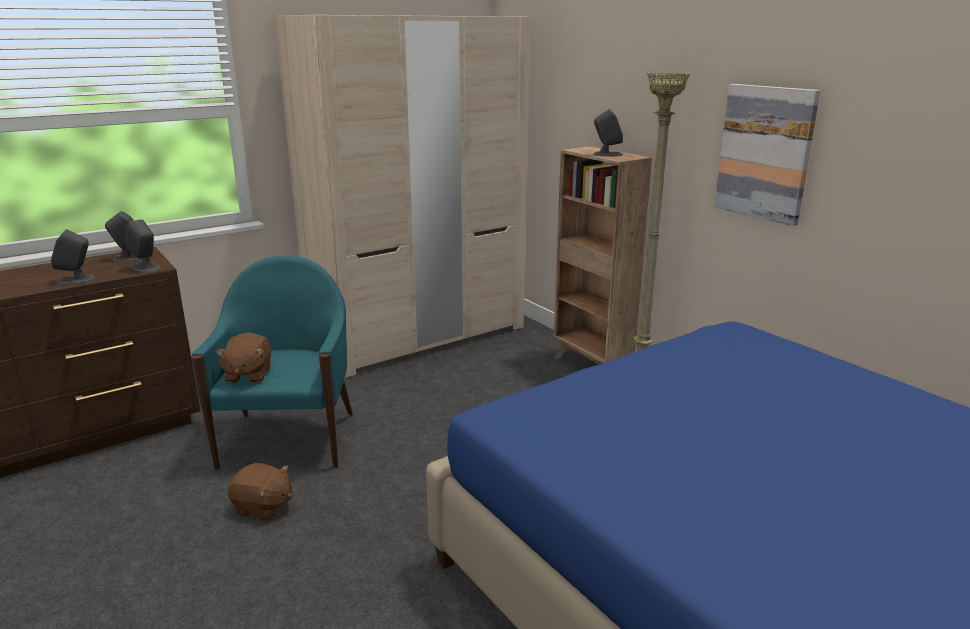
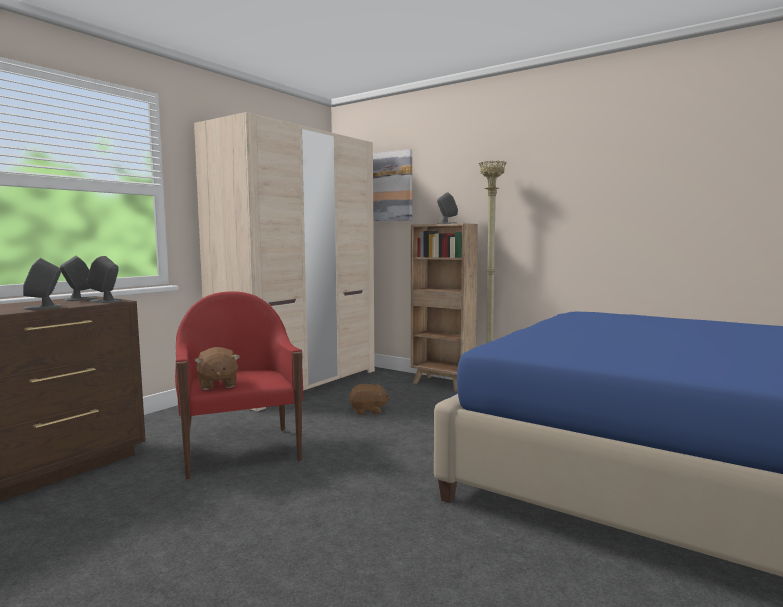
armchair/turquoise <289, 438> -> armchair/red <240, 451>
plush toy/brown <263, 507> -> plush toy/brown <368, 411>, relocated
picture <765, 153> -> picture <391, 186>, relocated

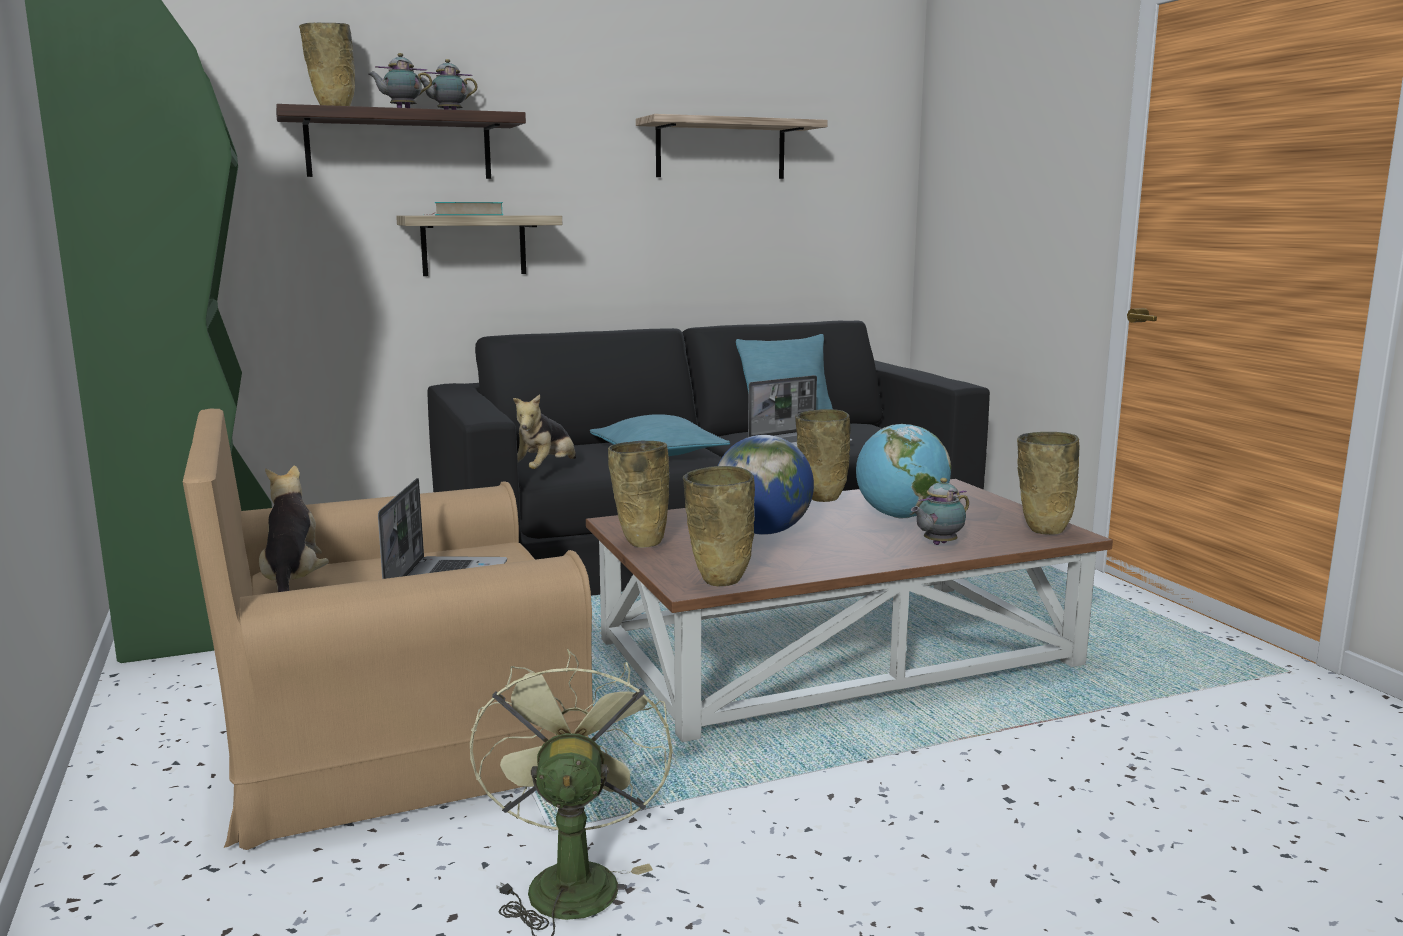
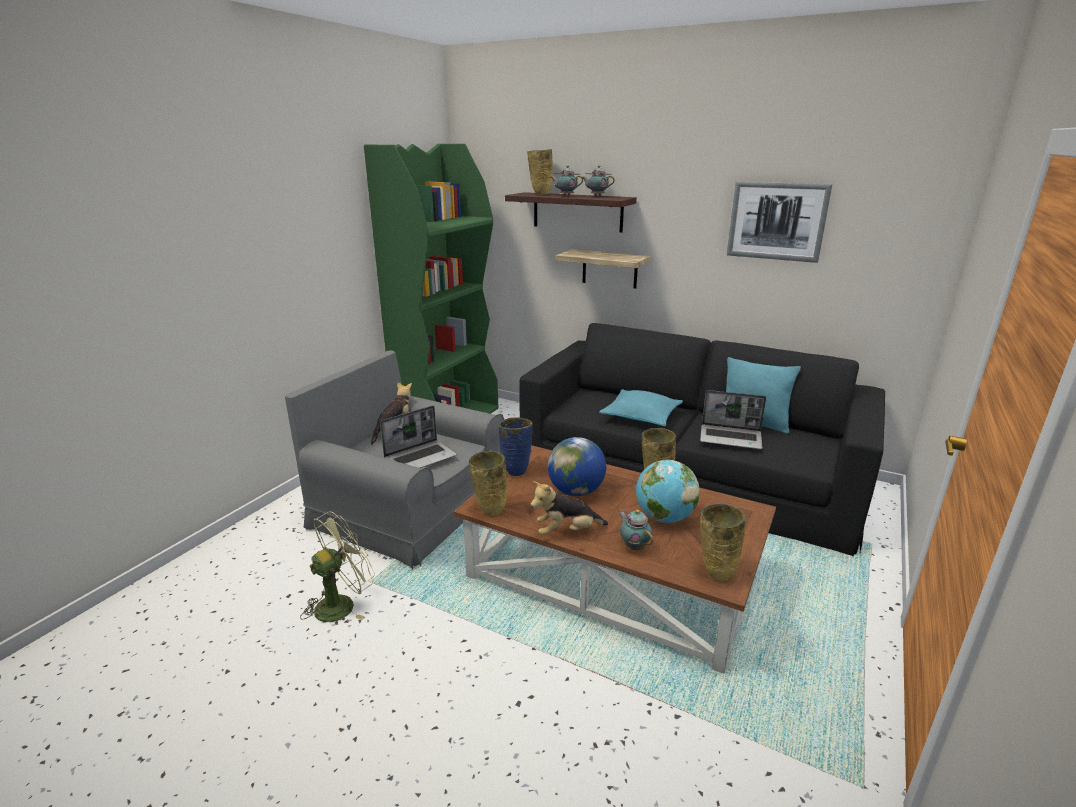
armchair/brown <398, 726> -> armchair/grey <410, 506>
book/turquoise <469, 215> -> none
plush toy <545, 470> -> plush toy <567, 531>, relocated
vase/beige <640, 542> -> vase/blue <516, 471>
shelf <721, 149> -> picture <776, 221>
teapot <937, 544> -> teapot <634, 546>, 45 degrees clockwise

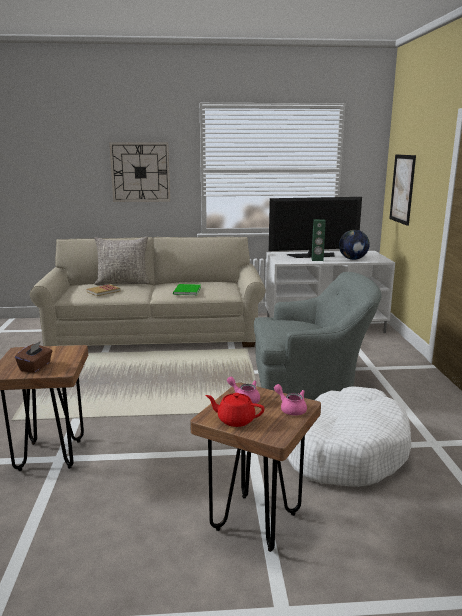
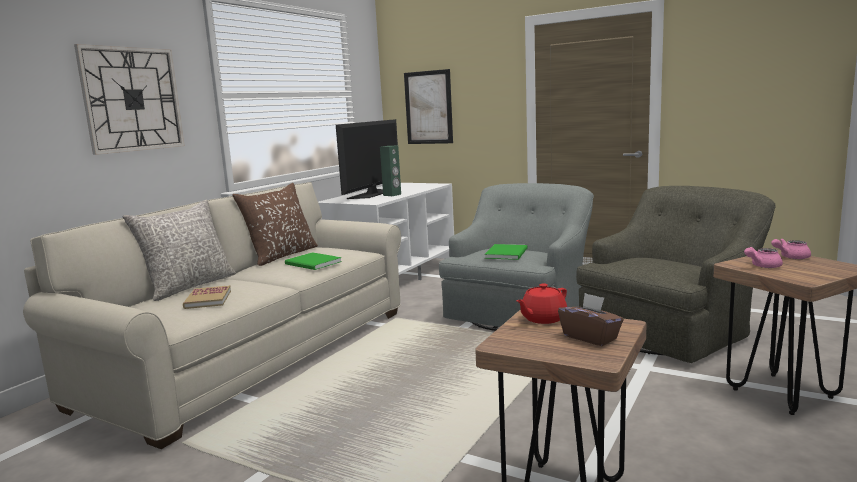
teapot/red <235, 420> -> teapot/red <542, 319>, relocated
dog bed/white <345, 450> -> armchair/green <670, 331>
globe <353, 259> -> none
none -> pillow/brown <281, 255>
none -> book/green <508, 253>

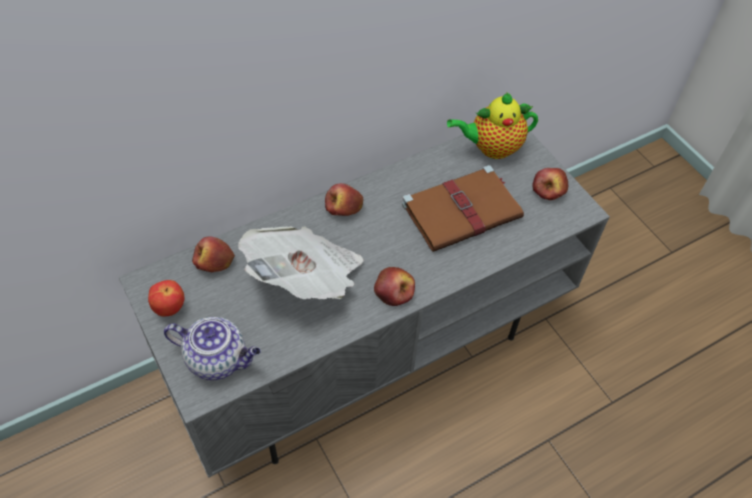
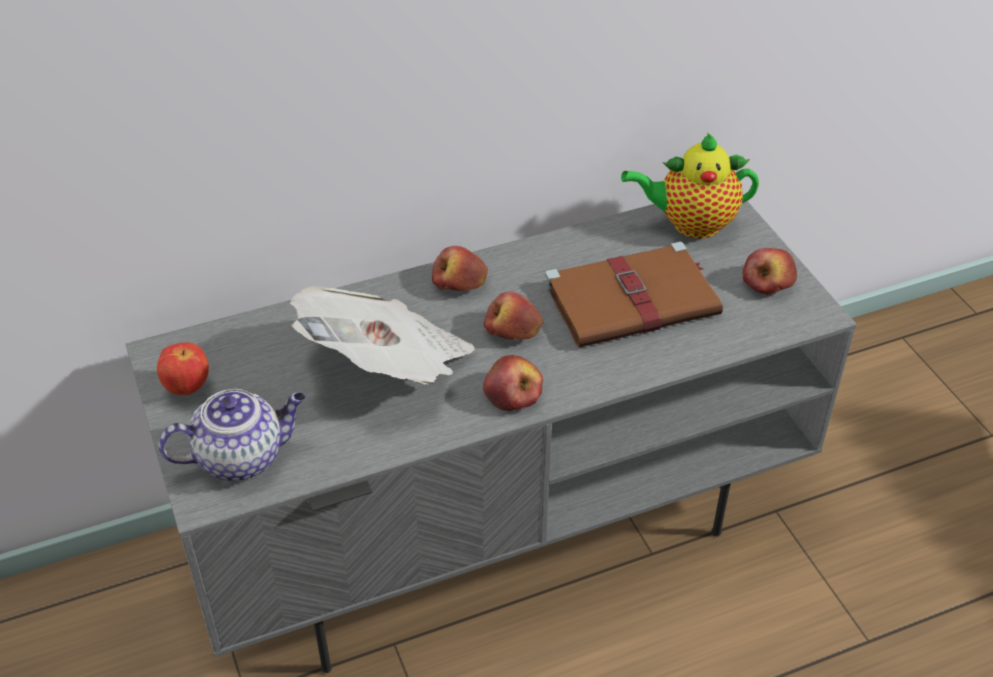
teapot <218, 359> -> teapot <242, 457>, 45 degrees counterclockwise
apple <214, 261> -> apple <512, 330>, relocated

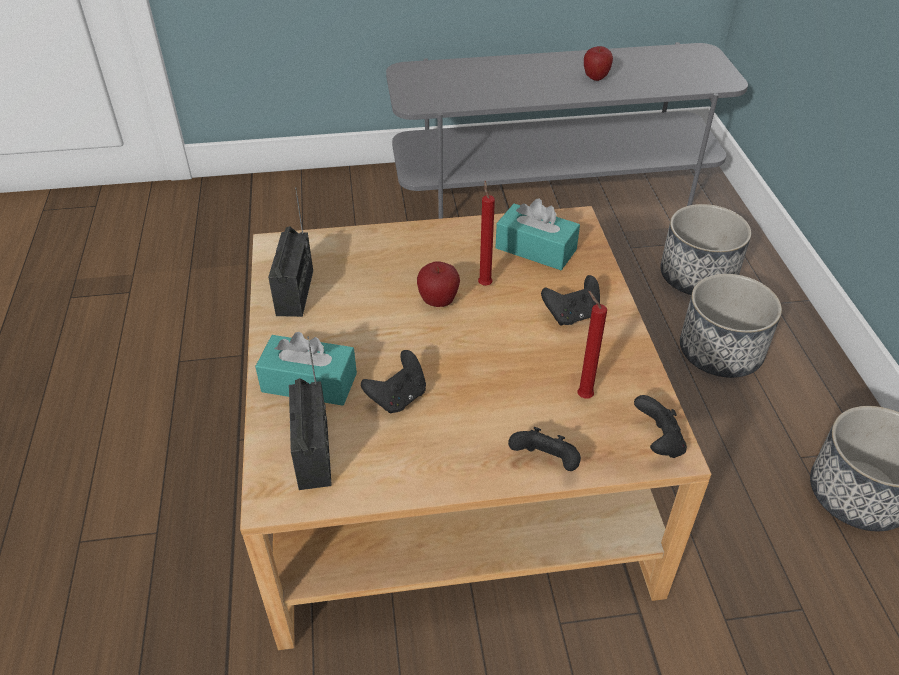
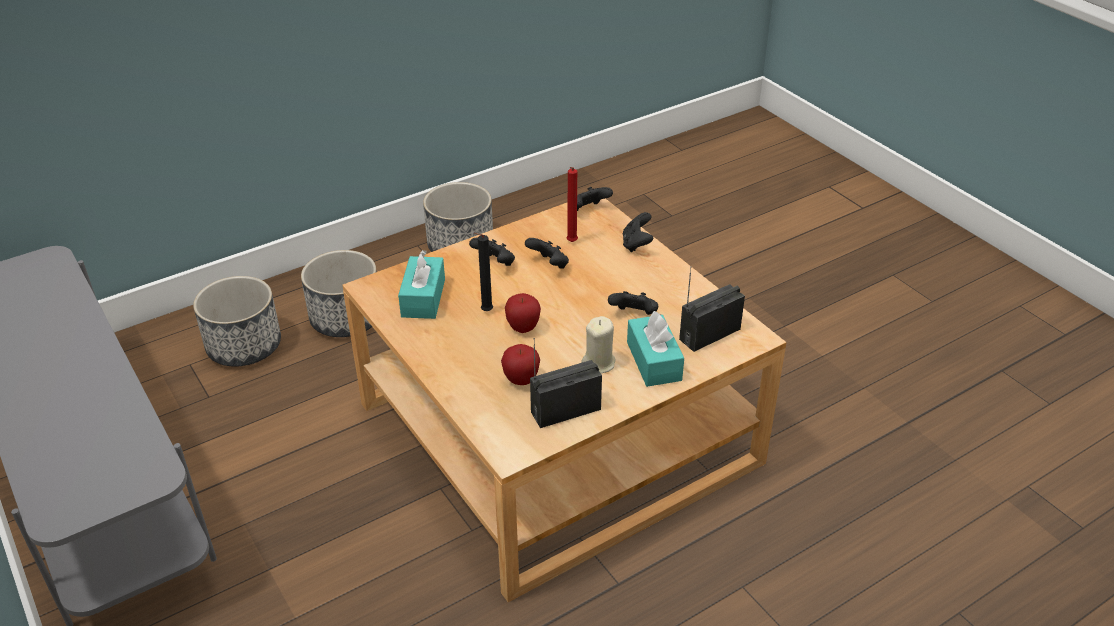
candle/red <484, 283> -> candle/black <485, 312>
apple <595, 78> -> apple <521, 380>, relocated
none -> game controller/black <549, 265>
none -> candle/beige <599, 363>

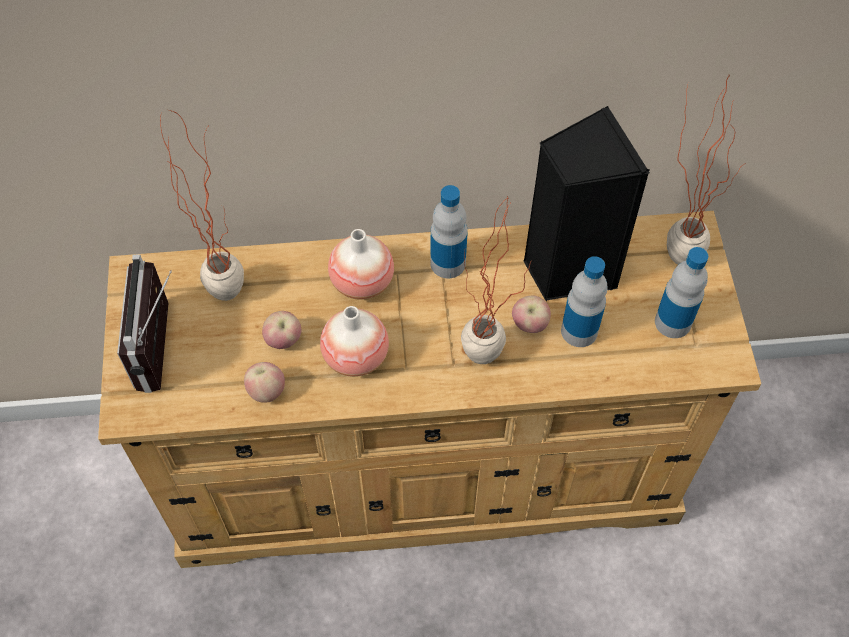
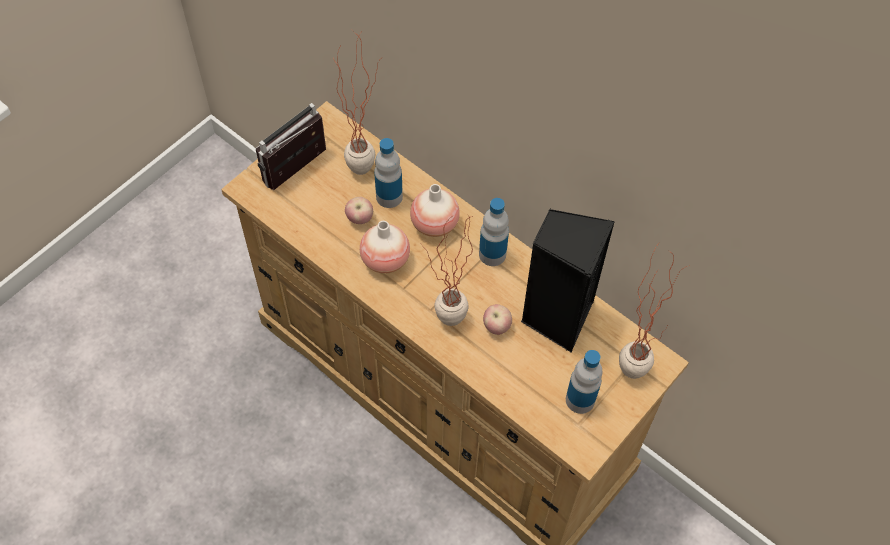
apple <267, 391> -> none
bottle <579, 331> -> bottle <389, 197>, relocated

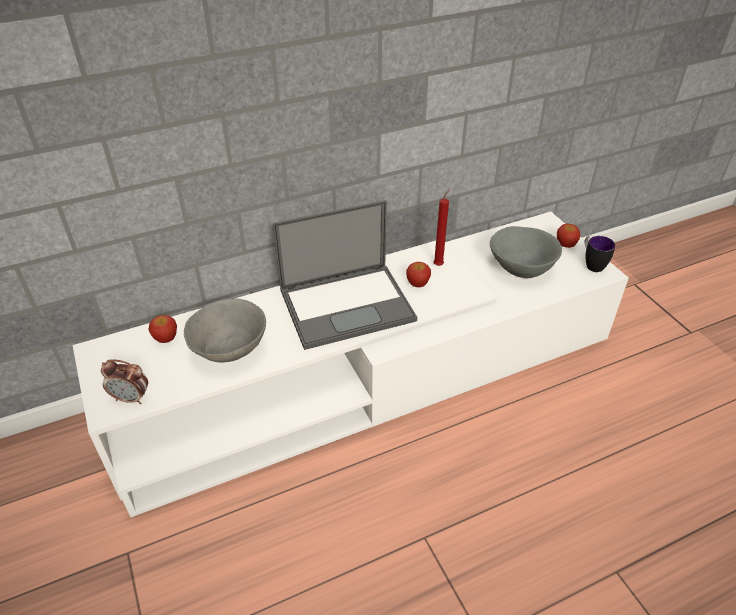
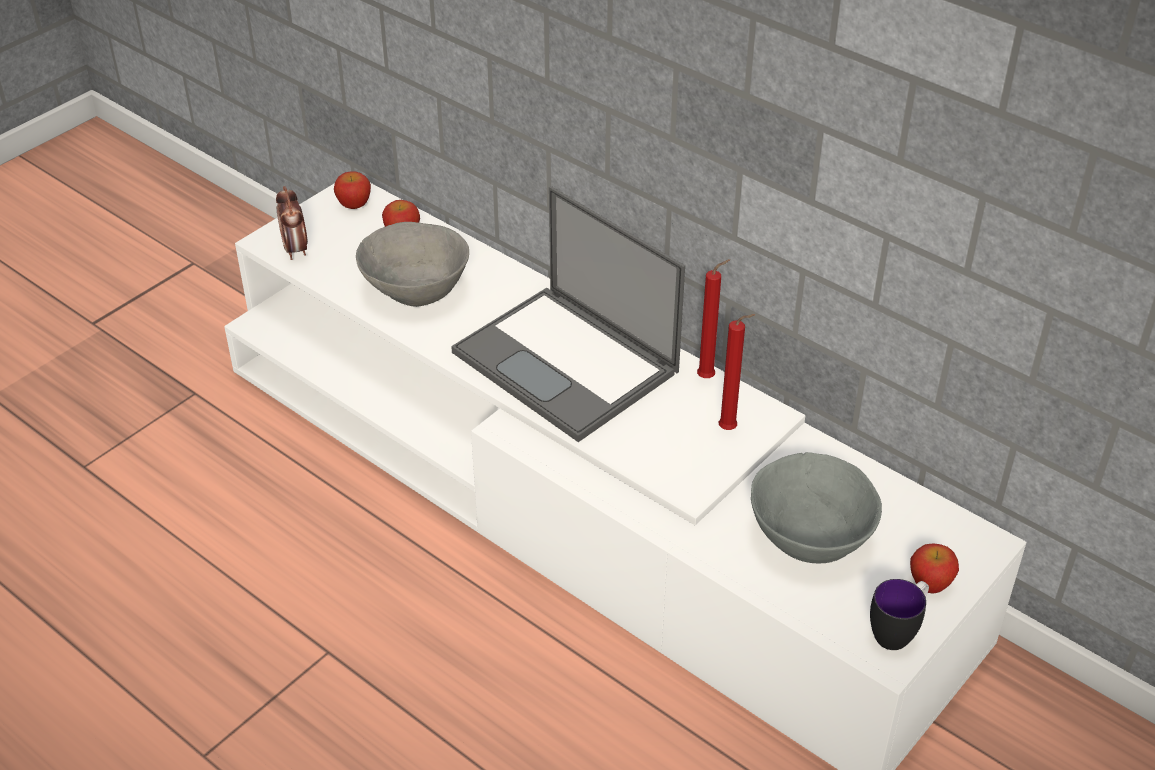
apple <417, 284> -> apple <354, 204>, relocated
none -> candle/red <708, 377>

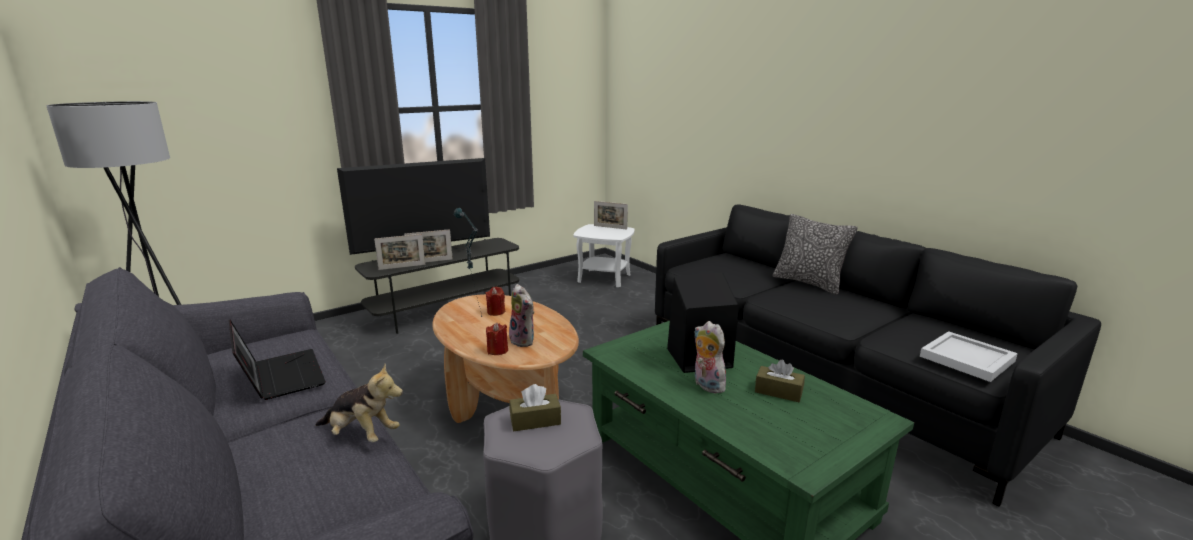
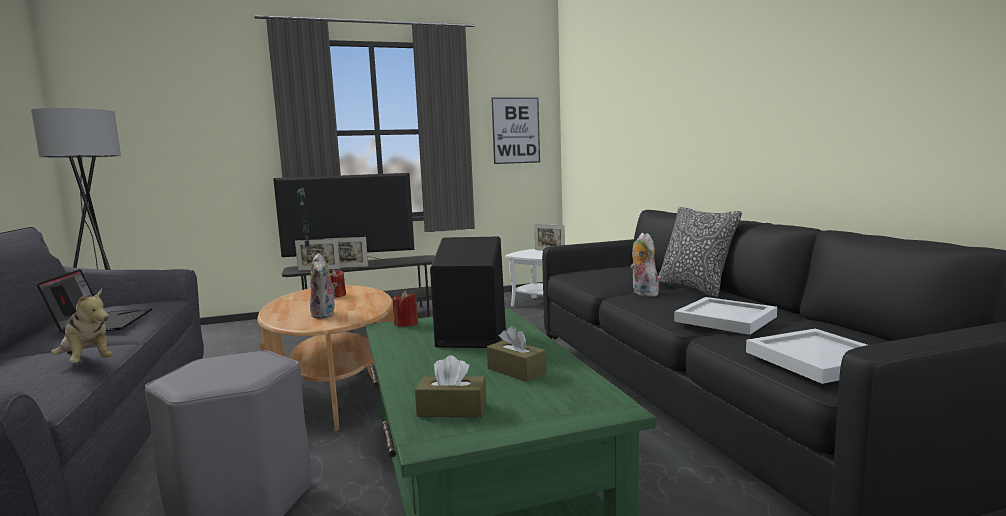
candle/red <497, 351> -> candle/red <406, 324>, relocated
tissue box/brown <535, 421> -> tissue box/brown <452, 409>, relocated
plush toy <706, 385> -> plush toy <642, 293>, relocated
none -> picture <516, 130>
none -> tray/white <724, 318>

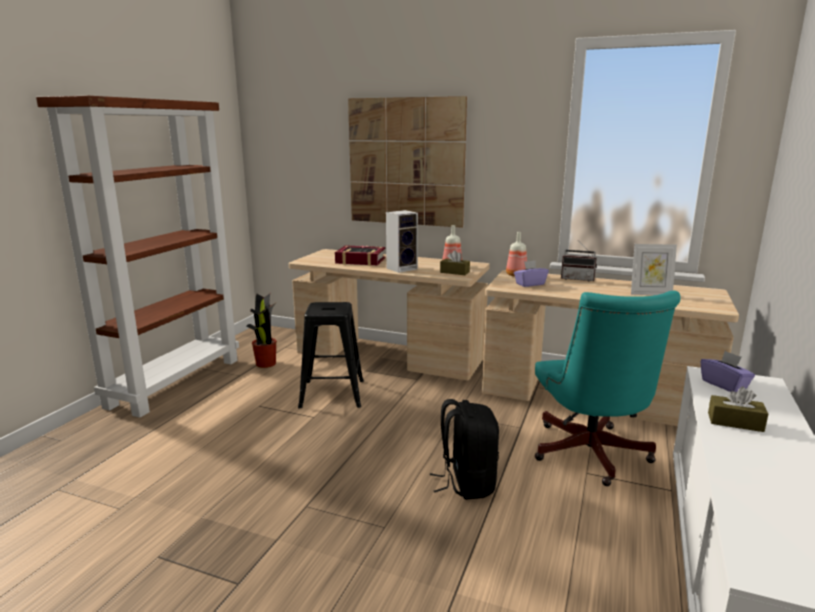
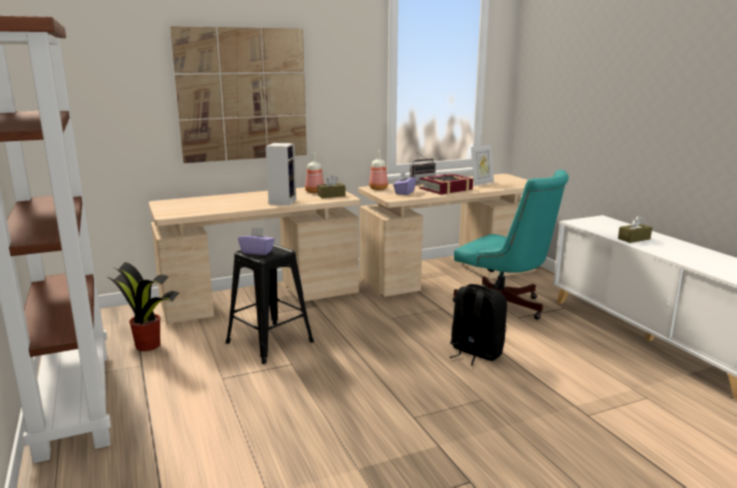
book <360, 261> -> book <446, 189>, relocated
tissue box/purple <724, 385> -> tissue box/purple <257, 252>, relocated

